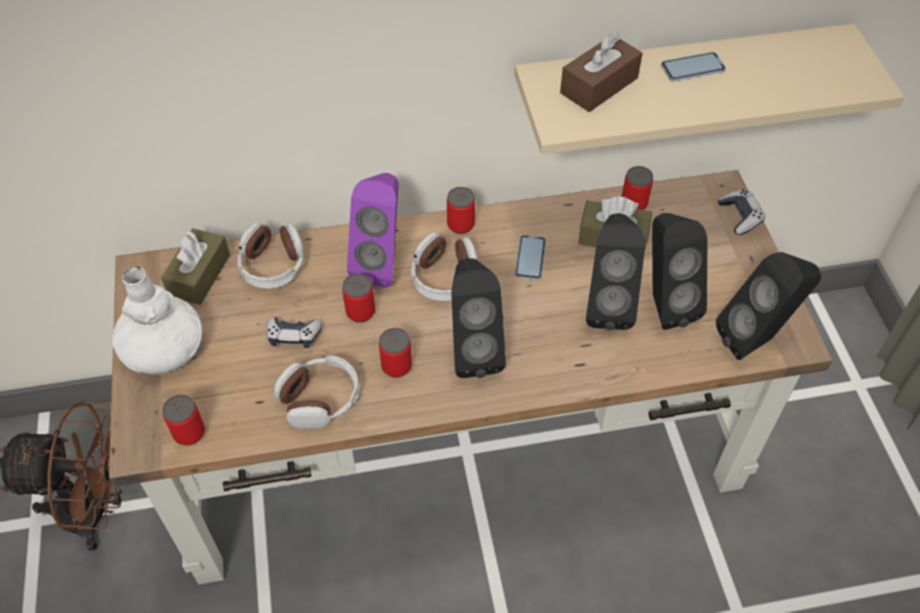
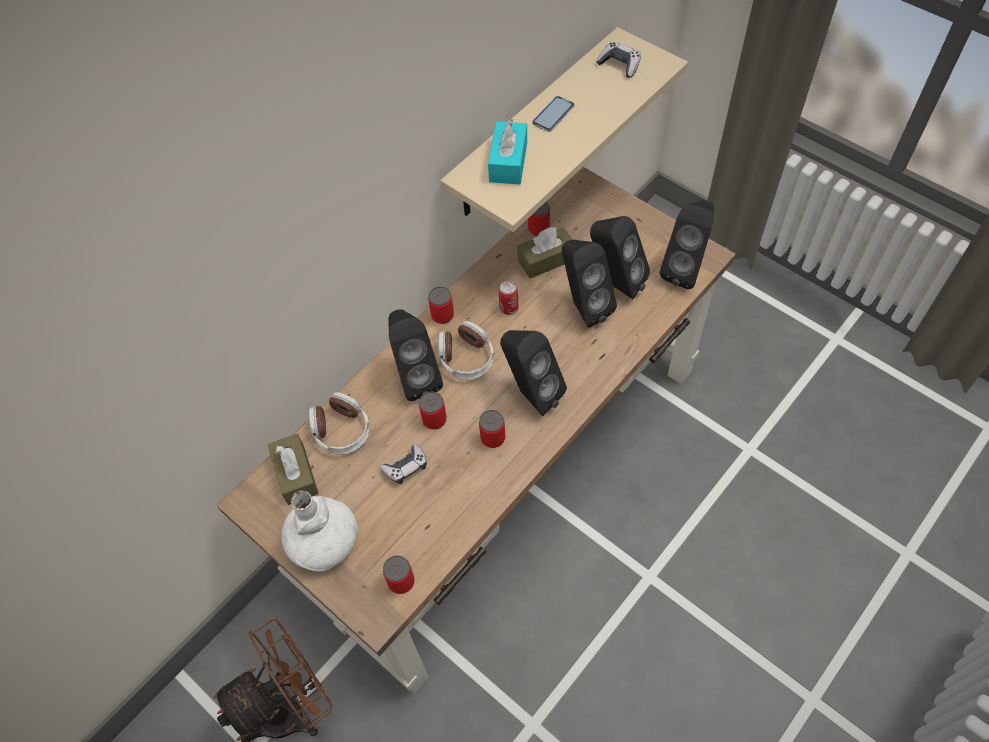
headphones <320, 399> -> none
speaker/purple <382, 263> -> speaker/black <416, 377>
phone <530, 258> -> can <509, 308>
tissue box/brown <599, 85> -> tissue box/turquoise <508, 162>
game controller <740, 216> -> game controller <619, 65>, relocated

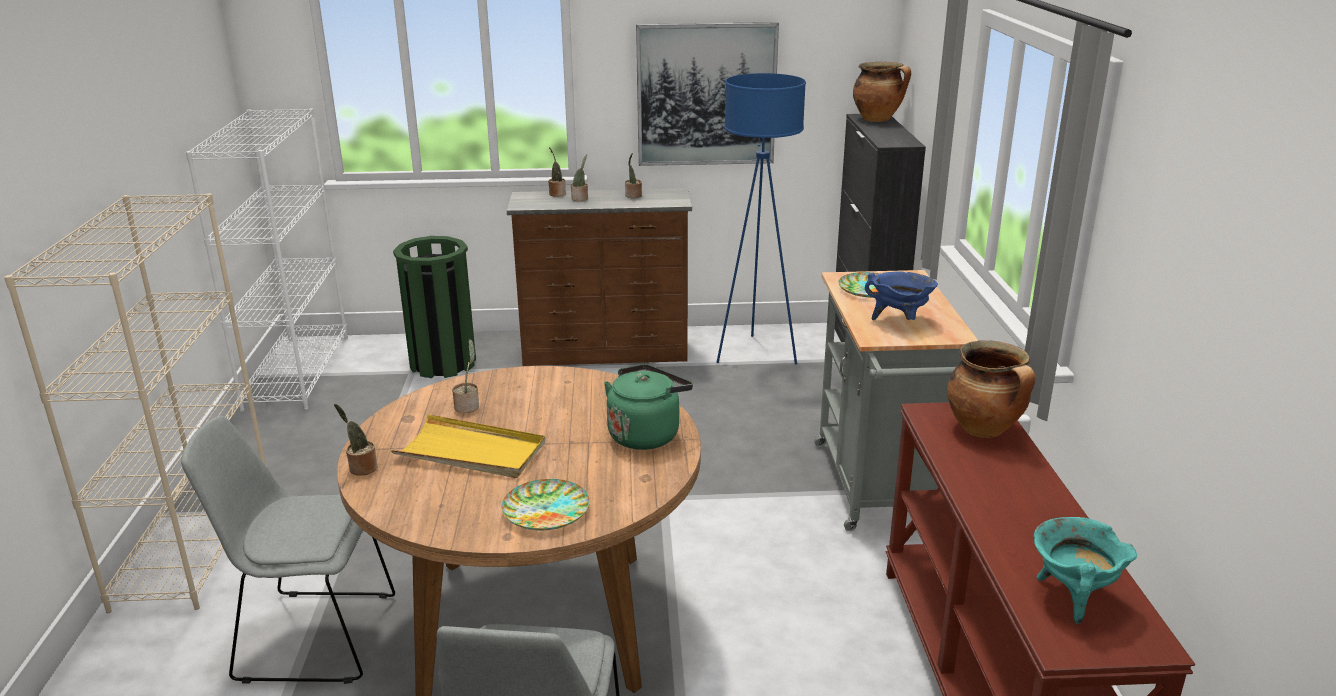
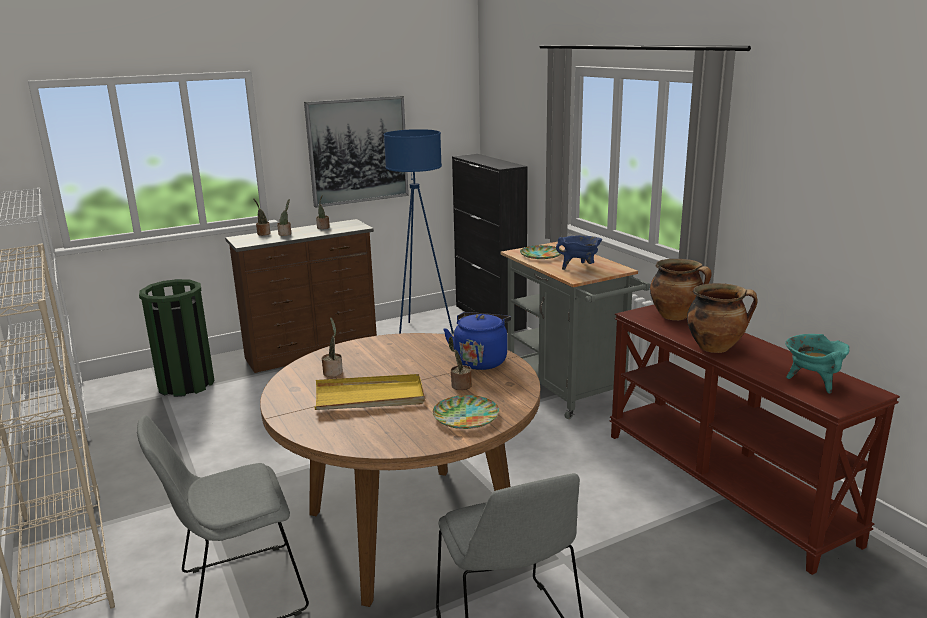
potted plant <361, 468> -> potted plant <460, 386>, relocated
kettle/green <646, 434> -> kettle/blue <481, 360>
cooking pot <878, 119> -> cooking pot <716, 347>, relocated

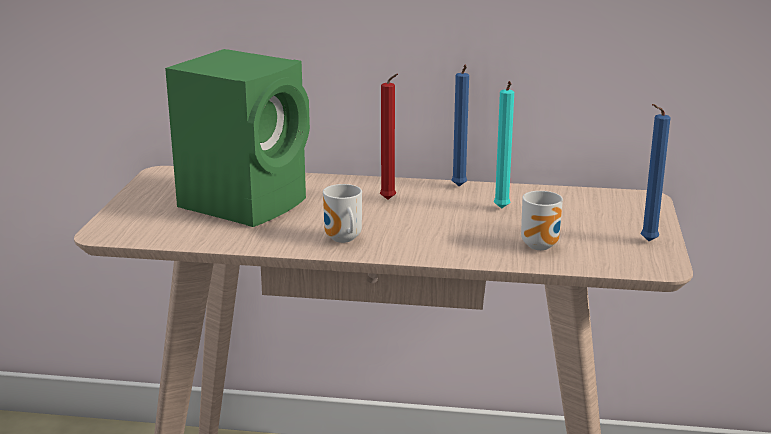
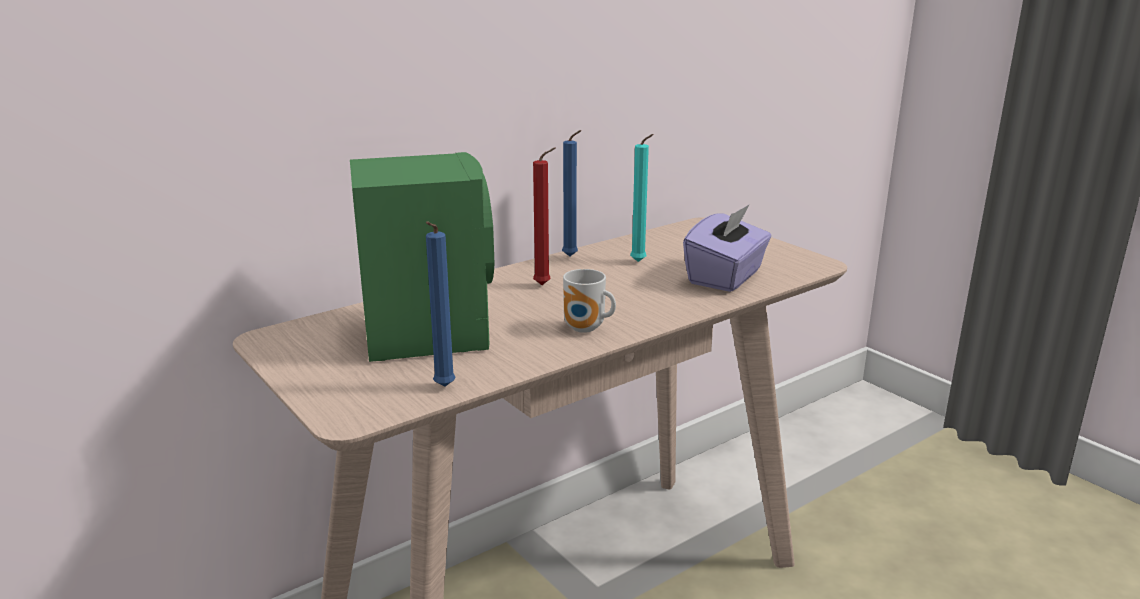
mug <542, 245> -> tissue box/purple <726, 277>
candle/blue <646, 242> -> candle/blue <443, 388>, relocated

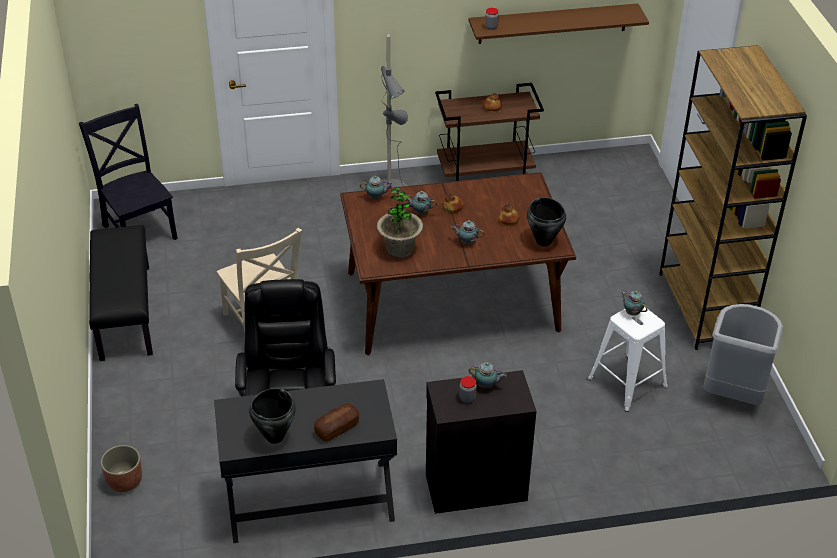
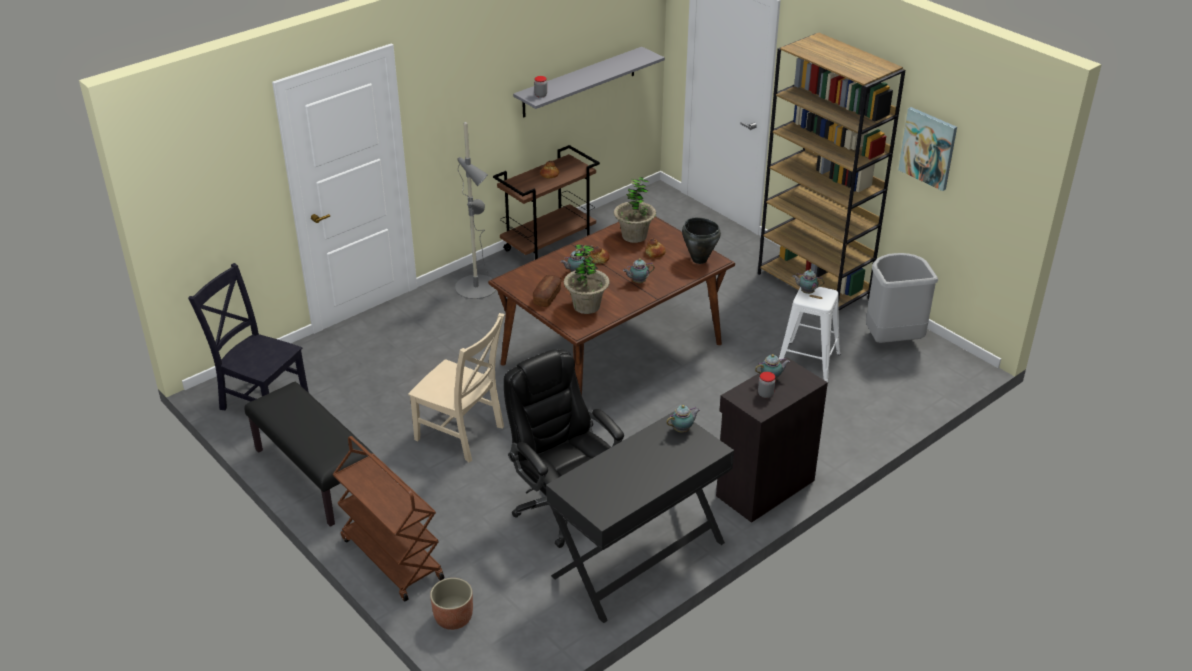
cooking pot/black <274, 437> -> none
bread <337, 428> -> bread <547, 297>, relocated
teapot <376, 198> -> teapot <683, 430>, relocated
shelf/brown <553, 23> -> shelf/grey <579, 82>
none -> cart/brown <391, 558>
none -> potted plant <634, 236>
none -> picture <928, 148>

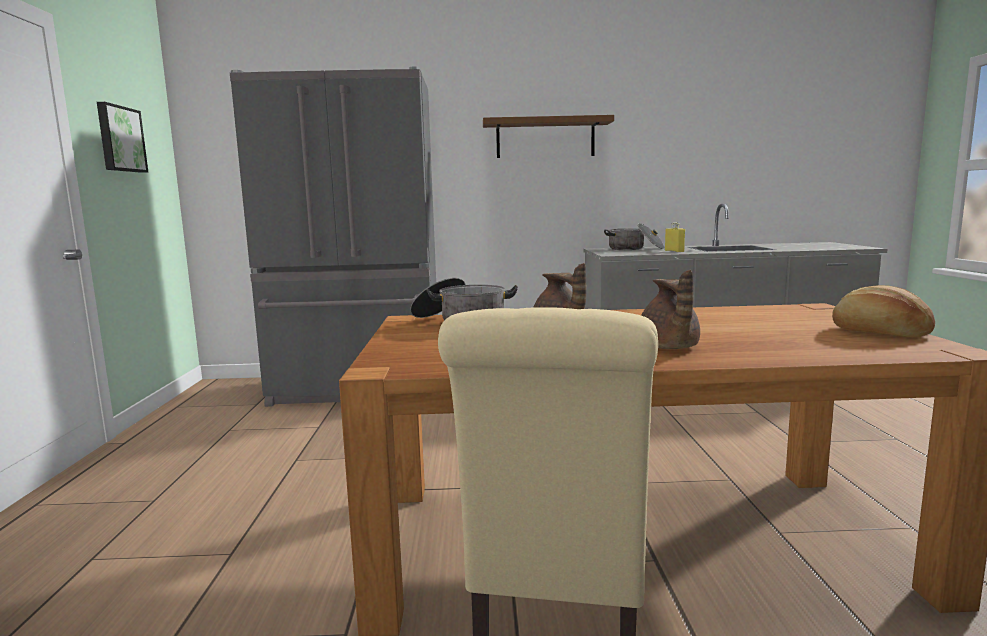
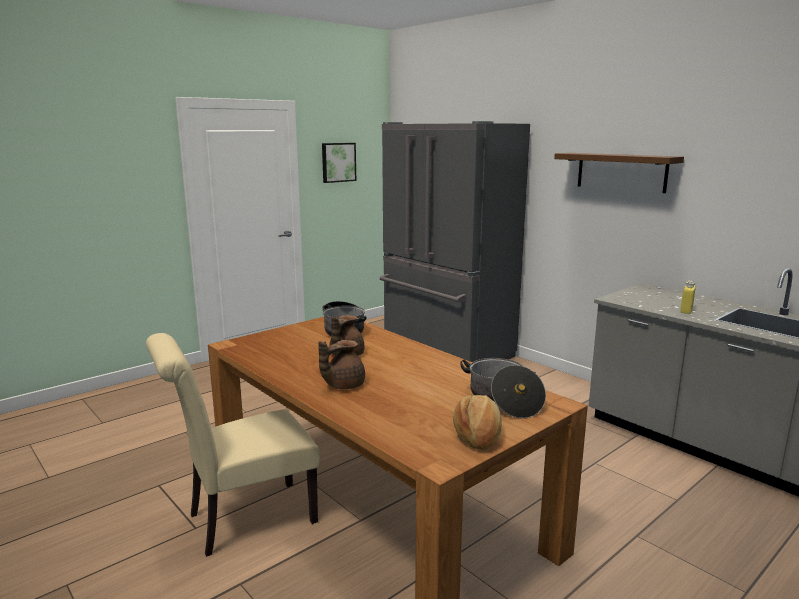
cooking pot <634, 249> -> cooking pot <503, 400>, relocated

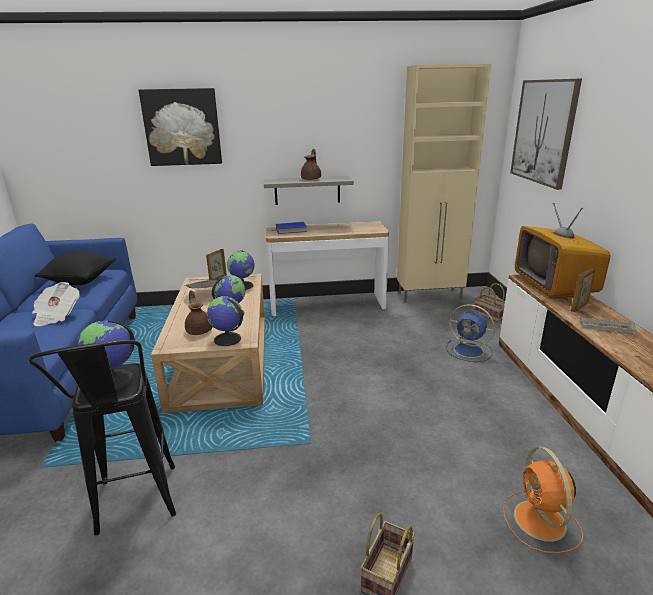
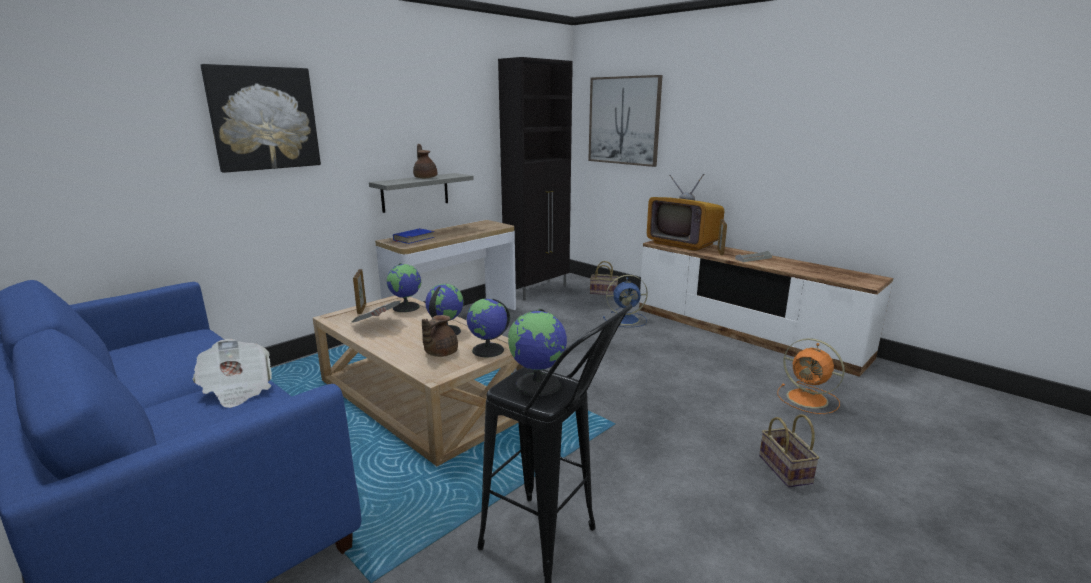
pillow/black <80, 281> -> none
teapot/brown <199, 330> -> teapot/brown <439, 353>, 90 degrees counterclockwise
cabinet/beige <430, 296> -> cabinet/black <538, 290>

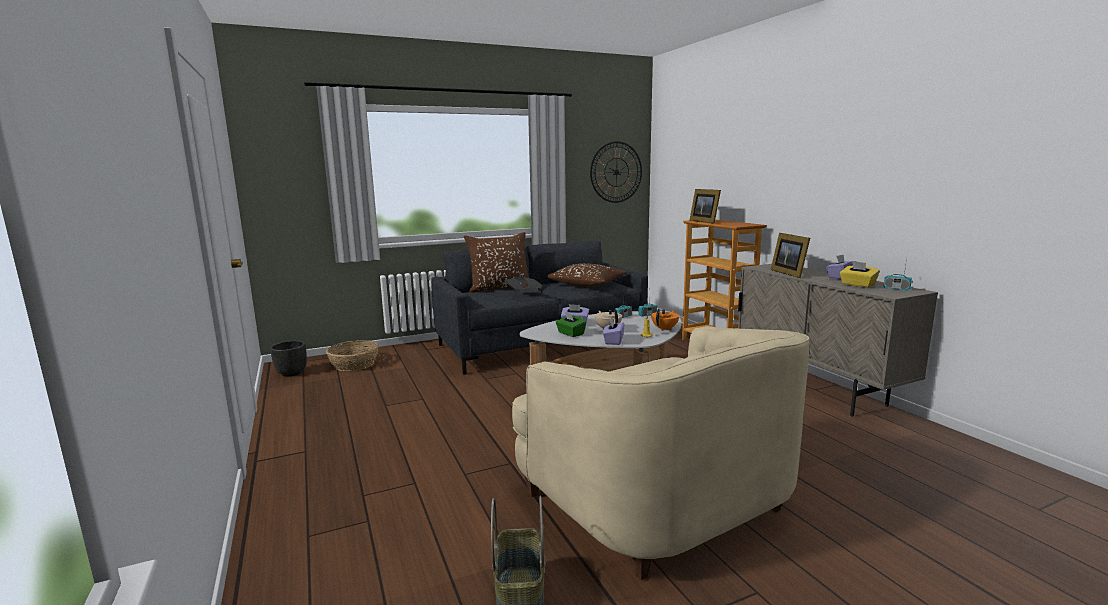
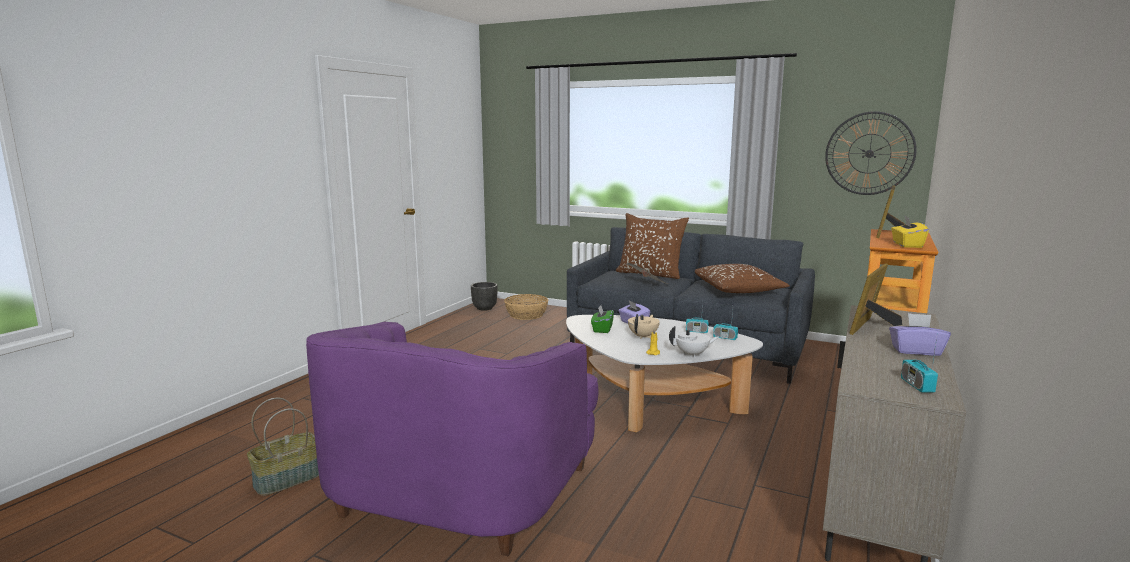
armchair/beige <656, 498> -> armchair/purple <462, 488>
tissue box/purple <613, 341> -> none
teapot/orange <665, 329> -> teapot/white <692, 354>
tissue box/yellow <857, 285> -> tissue box/yellow <907, 245>, relocated

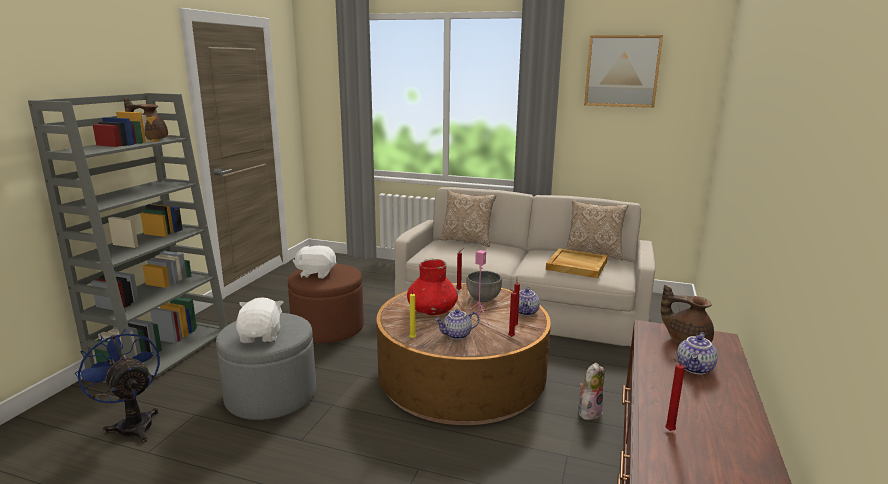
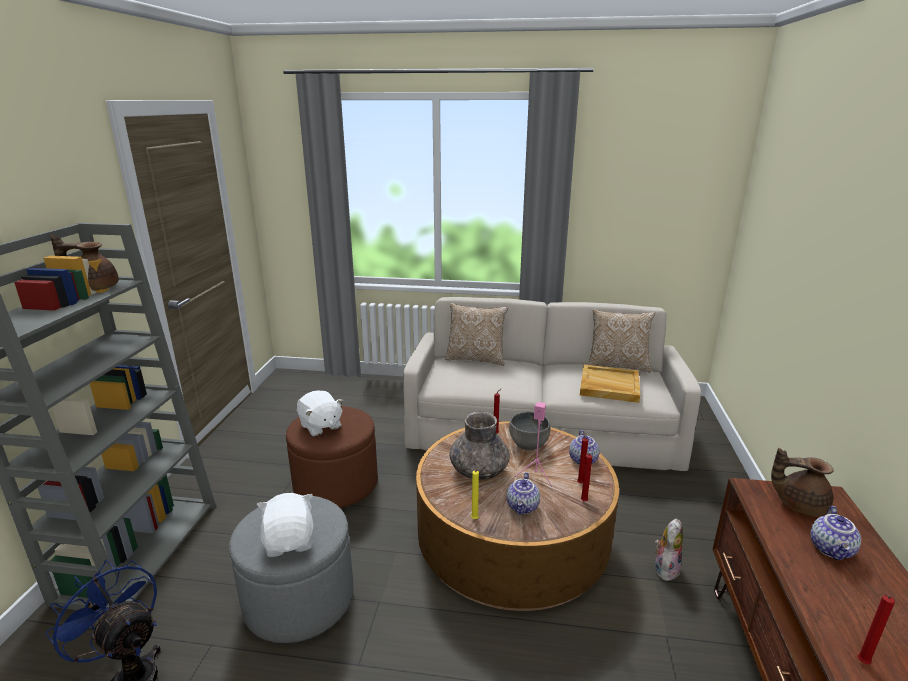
plush toy/white <316, 273> -> plush toy/white <320, 426>, 120 degrees counterclockwise
vase/red <432, 311> -> vase/grey <479, 471>
teapot <457, 335> -> teapot <523, 507>, 45 degrees counterclockwise
picture <622, 71> -> none

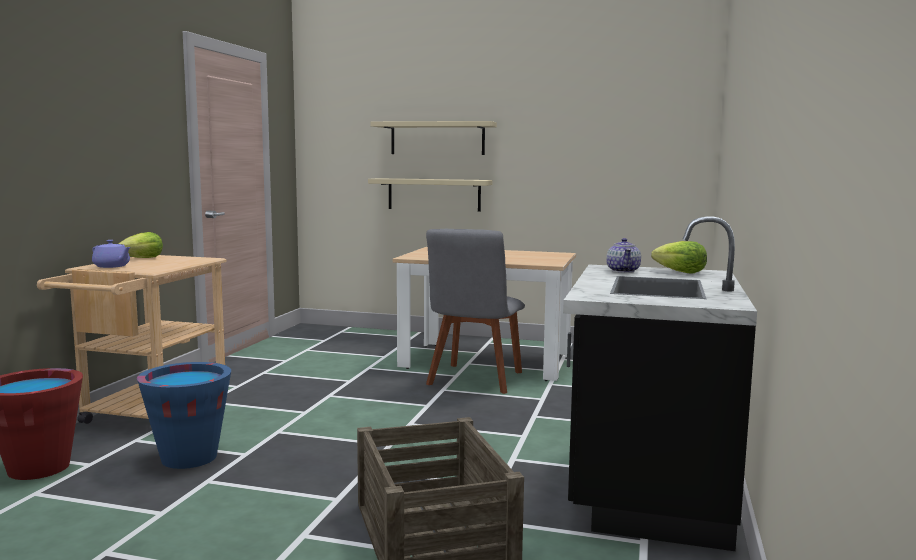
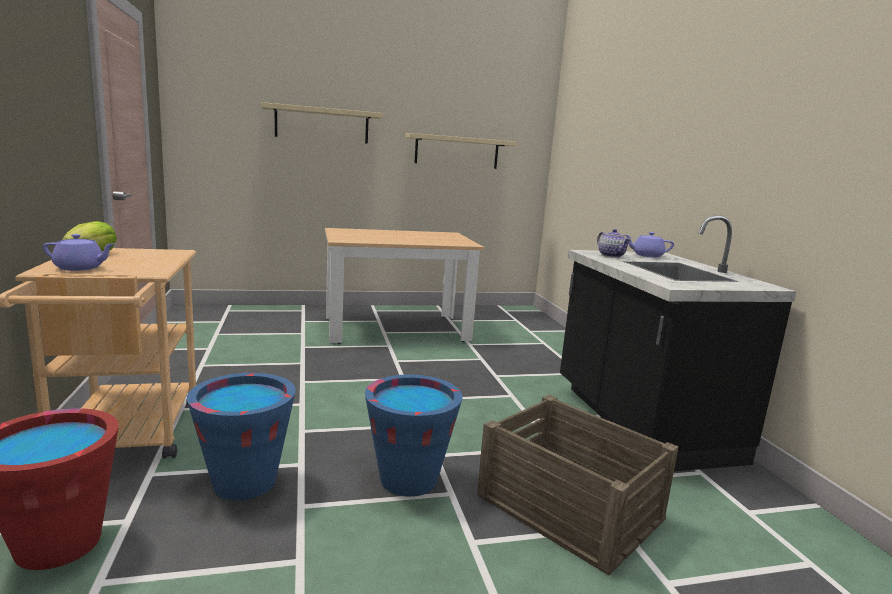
shelf/beige <434, 194> -> shelf/beige <457, 151>, relocated
chair/grey <474, 380> -> none
lettuce <680, 272> -> teapot/purple <646, 255>
none -> bucket/blue <408, 479>

